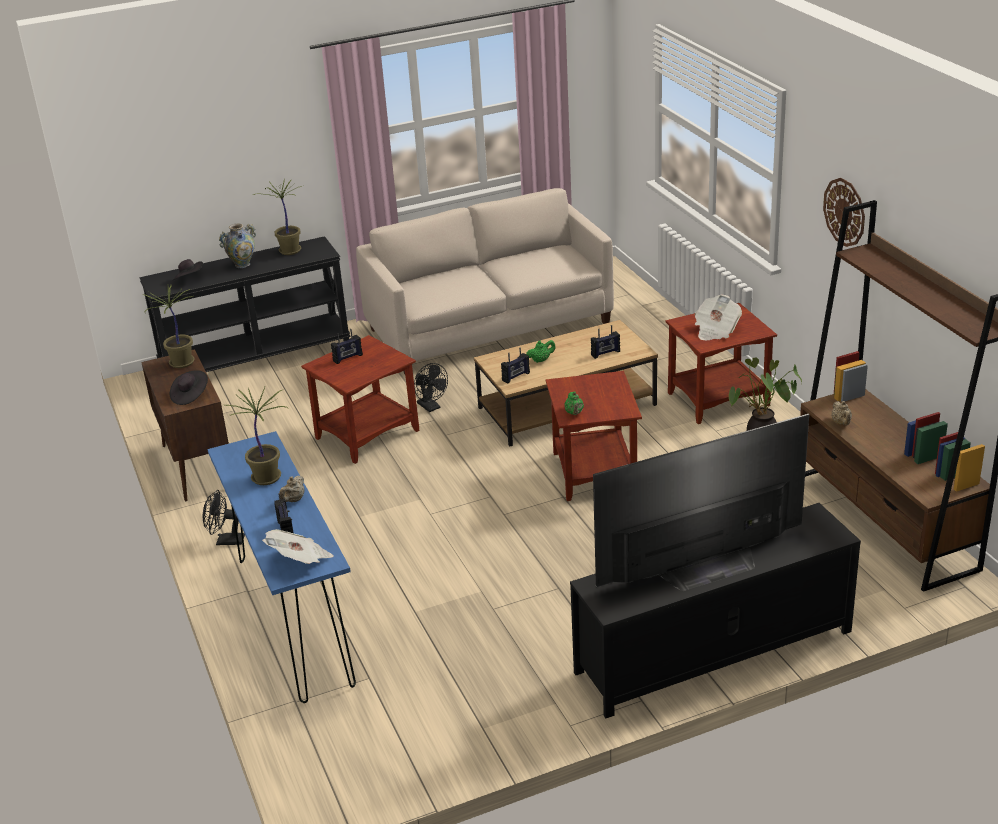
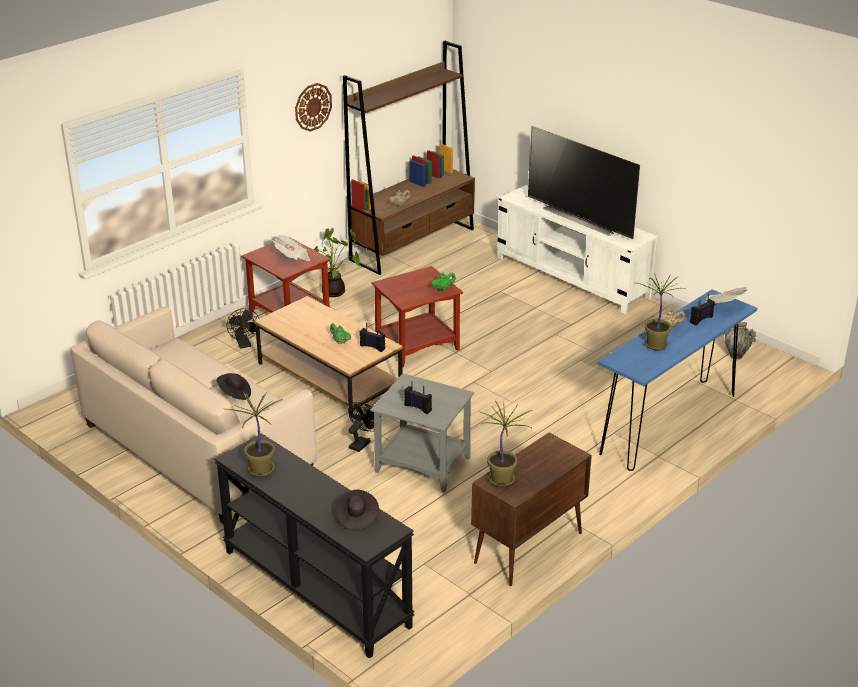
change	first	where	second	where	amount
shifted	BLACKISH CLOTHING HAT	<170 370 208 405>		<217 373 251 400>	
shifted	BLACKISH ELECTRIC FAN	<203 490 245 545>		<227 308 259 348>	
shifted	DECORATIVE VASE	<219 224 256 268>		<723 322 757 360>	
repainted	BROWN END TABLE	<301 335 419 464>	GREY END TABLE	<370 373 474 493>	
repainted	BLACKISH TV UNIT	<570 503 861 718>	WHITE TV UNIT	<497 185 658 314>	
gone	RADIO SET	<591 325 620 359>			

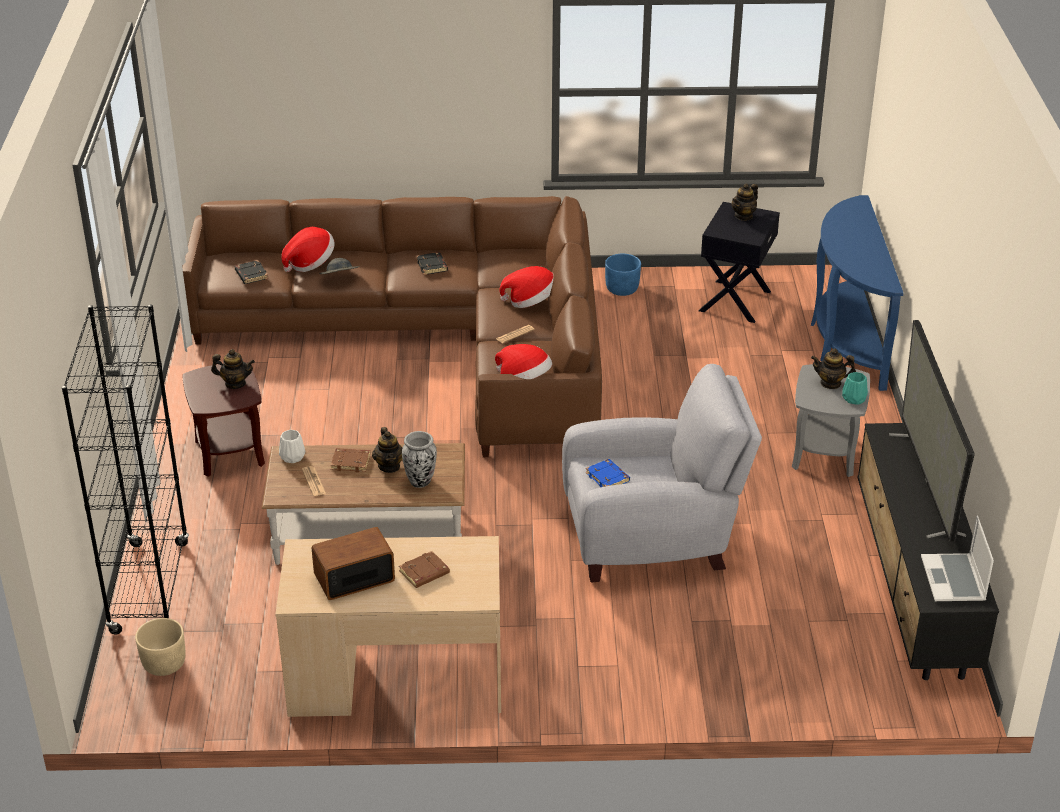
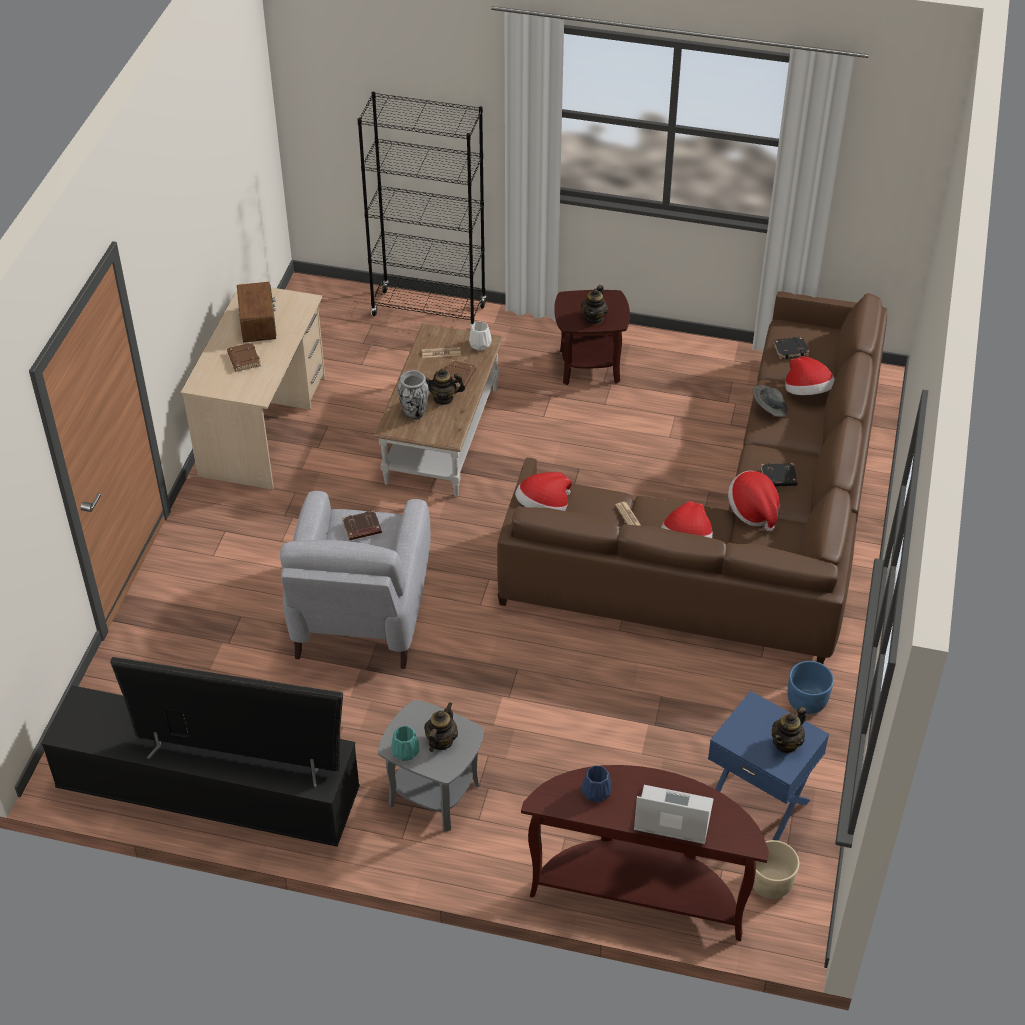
change	first	where	second	where	amount
shifted	SAND-COLOURED PLANT POT	<135 618 185 676>		<753 840 799 899>	
repainted	BLUISH VOLUME	<586 459 630 487>	BROWN VOLUME	<342 511 382 541>	
repainted	BLACKISH END TABLE	<699 202 780 323>	BLUISH END TABLE	<708 691 829 841>	
rotated	POT FOR TEA	<732 183 758 221>		<772 707 807 754>	105 degrees counterclockwise
repainted	BLUISH CONSOLE TABLE	<811 195 903 391>	BROWN CONSOLE TABLE	<521 765 769 941>	
shifted	NOTEBOOK COMPUTER	<921 516 994 601>		<634 785 714 844>	
new			BLUISH DECORATIVE VASE	<582 765 612 803>	
new			CLOTHING HAT	<728 471 780 532>	

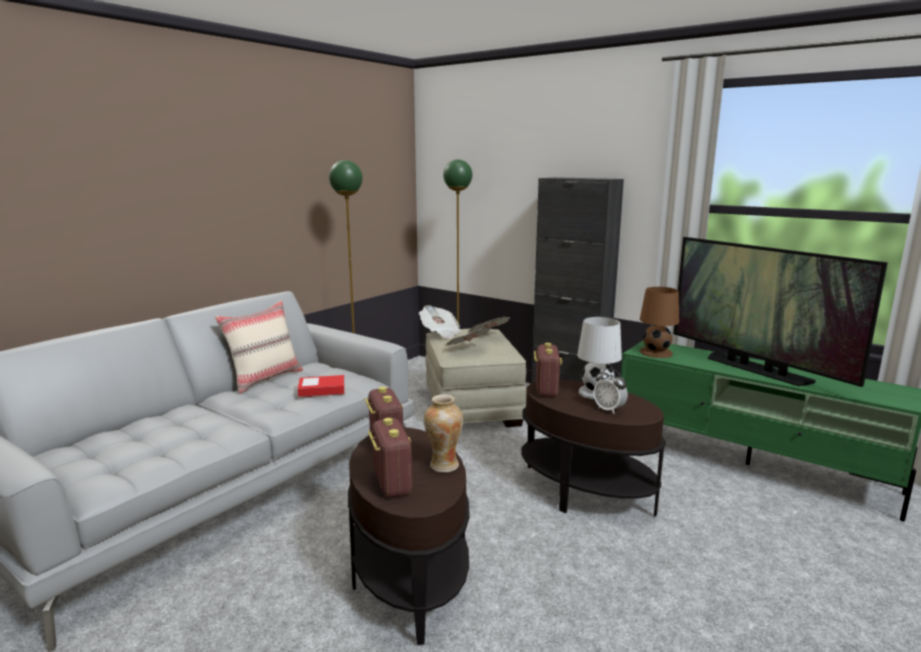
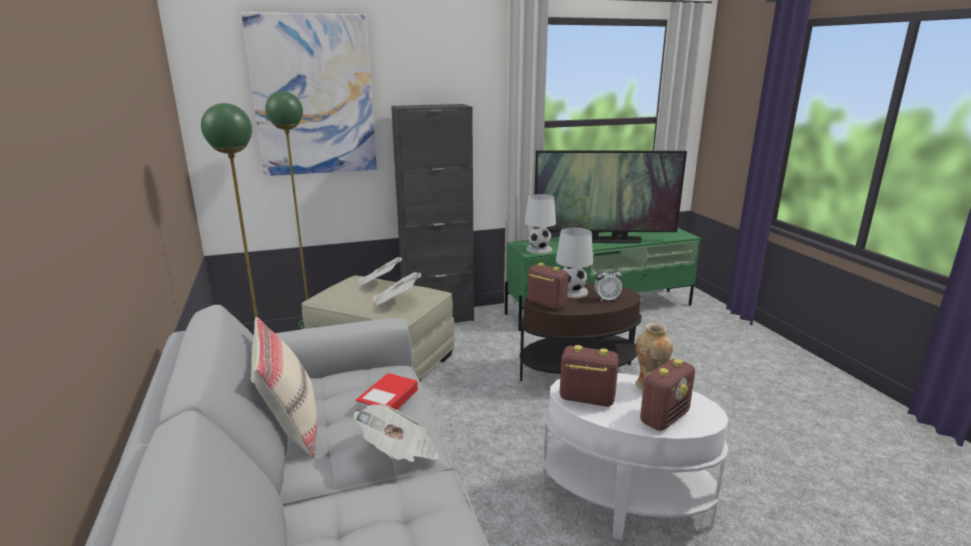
change	first	where	second	where	amount
repainted	BROWN END TABLE	<348 427 470 645>	WHITE END TABLE	<542 373 729 541>	
rotated	RADIO SET	<368 418 412 497>		<640 359 695 431>	120 degrees clockwise
shifted	NEWSPAPER	<419 305 462 339>		<354 404 440 462>	
repainted	BROWN TABLE LAMP	<640 287 679 358>	WHITE TABLE LAMP	<525 194 556 254>	
new			PICTURE	<241 12 377 176>	

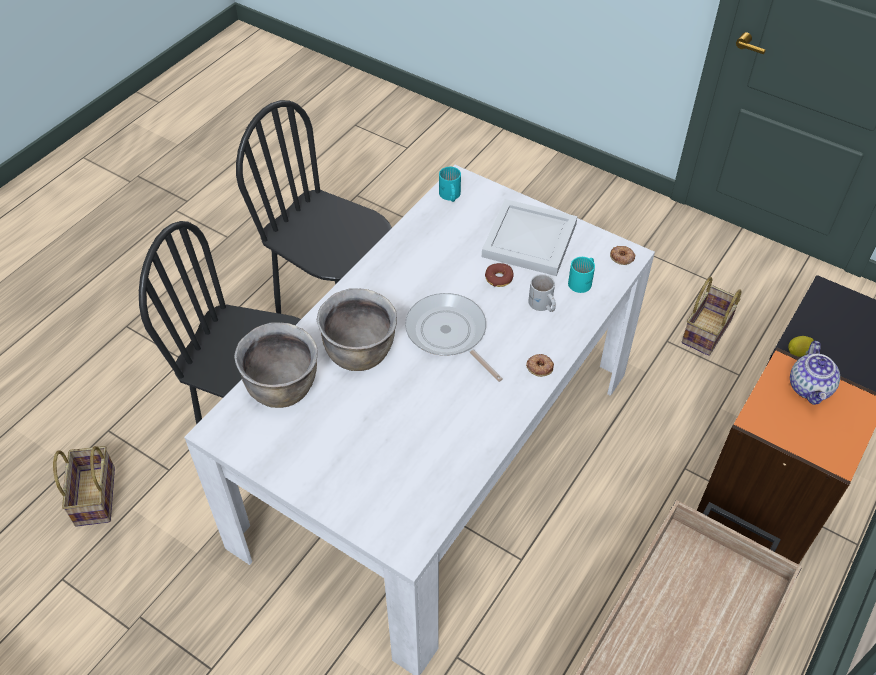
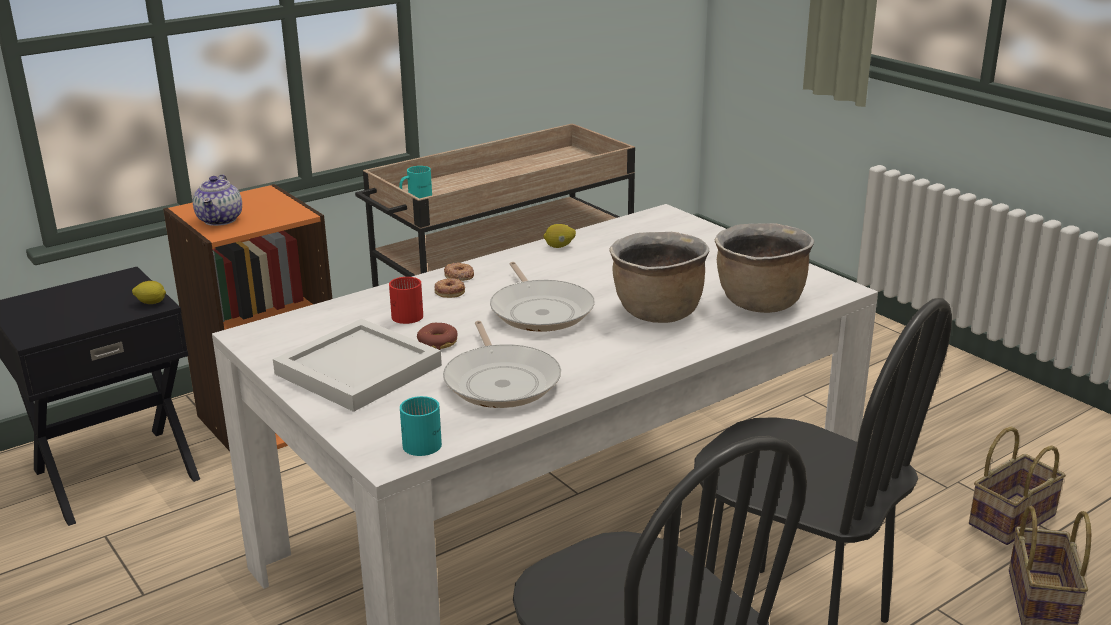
change	first	where	second	where	amount
repainted	WHITE TEA MUG	<528 274 556 312>	RED TEA MUG	<389 277 423 324>	
shifted	TURQUOISE TEA MUG	<568 257 595 293>		<399 166 432 198>	
shifted	RING DOUGHNUT	<610 246 635 265>		<434 278 465 298>	
shifted	BASKET	<681 277 742 356>		<969 427 1066 545>	
rotated	POT FOR TEA	<790 341 840 405>		<193 174 242 226>	150 degrees clockwise
new			PAN	<443 321 561 408>	
new			LEMON	<543 224 576 248>	

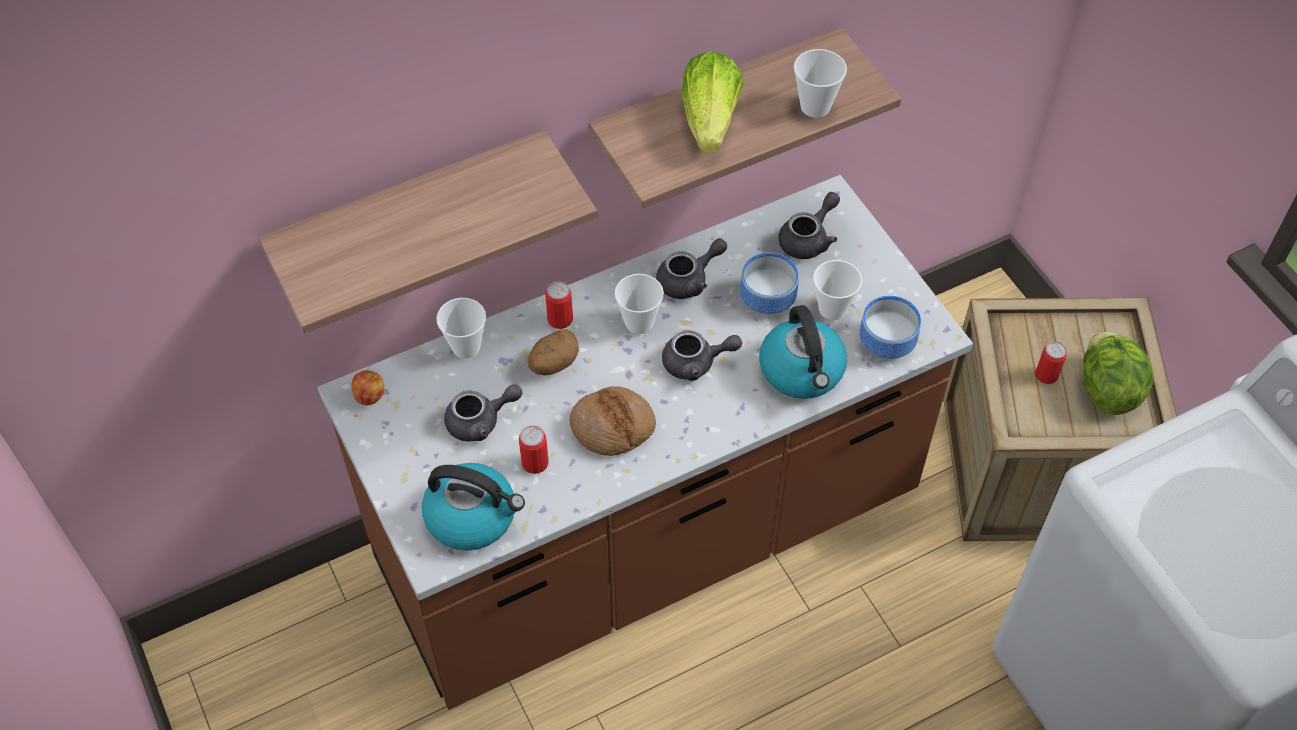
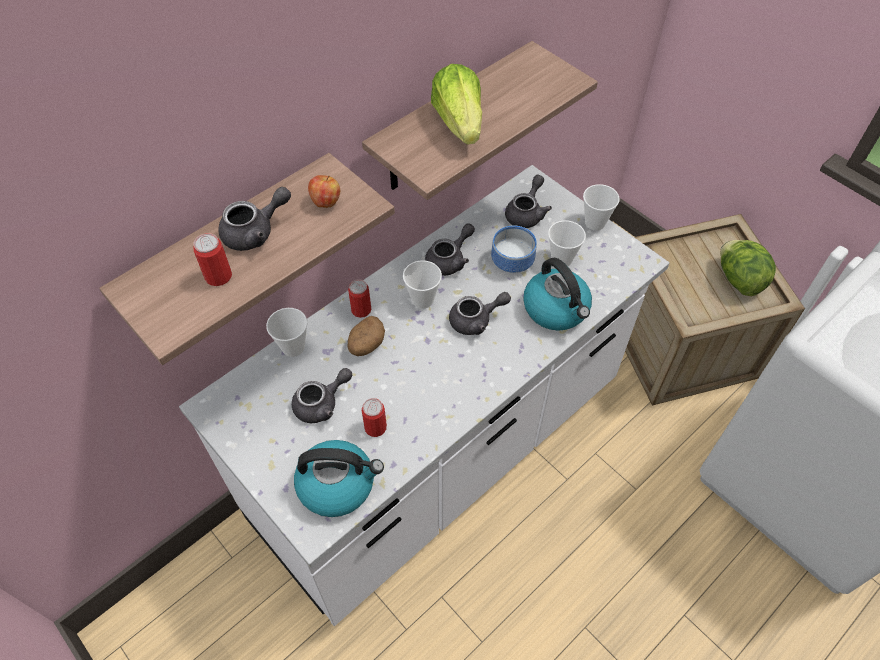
change	first	where	second	where	amount
repainted	BROWN KITCHEN COUNTER	<318 175 973 710>	WHITE KITCHEN COUNTER	<179 165 669 626>	
shifted	APPLE	<352 370 385 406>		<308 175 340 208>	
gone	BREAD	<570 386 656 456>			
shifted	DRINKING CUP	<794 49 847 118>		<583 184 620 230>	
gone	BOWL	<859 296 921 359>			
shifted	CAN	<1035 341 1067 384>		<193 233 232 286>	
new			GREY POT FOR TEA	<218 187 291 251>	

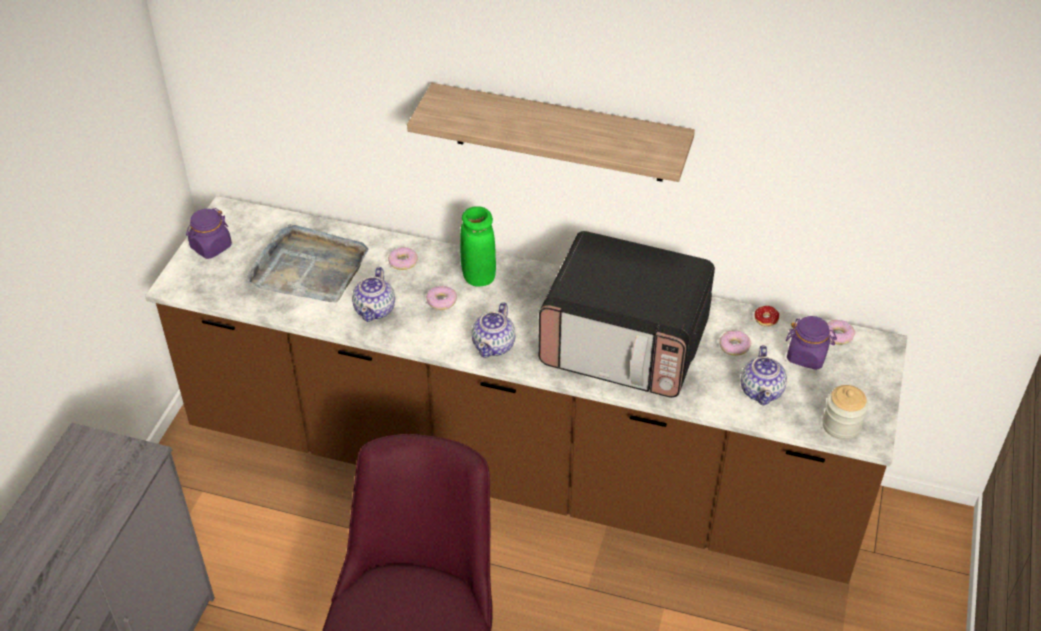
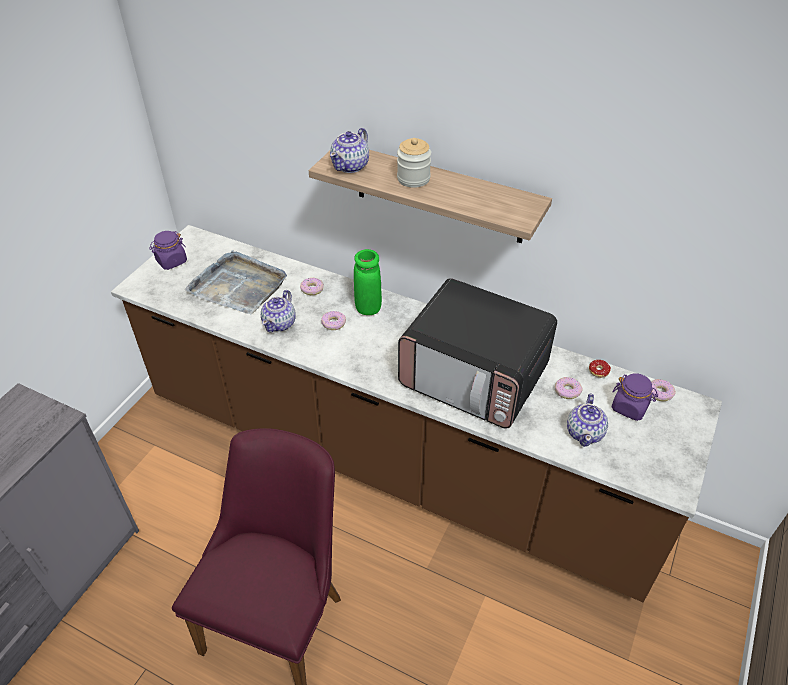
change	first	where	second	where	amount
shifted	POT FOR TEA	<472 302 516 358>		<330 128 369 173>	
shifted	JAR	<822 385 868 440>		<397 138 431 188>	

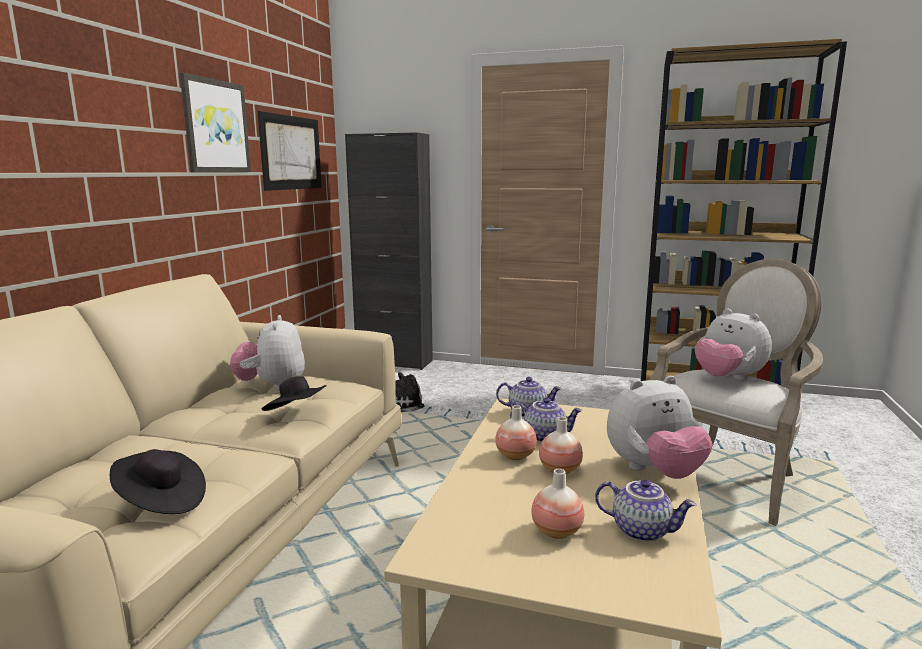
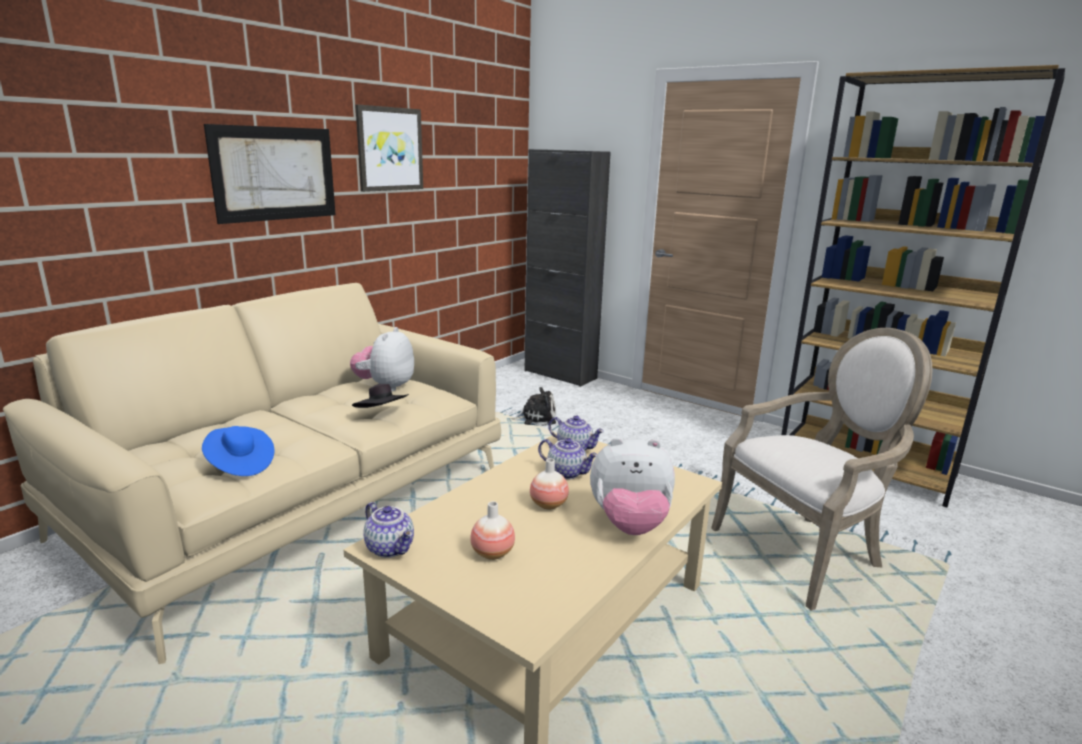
change	first	where	second	where	amount
repainted	BLACKISH CLOTHING HAT	<110 449 206 514>	BLUISH CLOTHING HAT	<202 426 274 476>	
shifted	PICTURE	<258 111 322 191>		<204 124 336 224>	
gone	DECORATIVE VASE	<495 405 537 460>			
shifted	POT FOR TEA	<595 479 696 542>		<363 502 414 558>	
gone	SOFT TOY	<695 309 772 380>			

